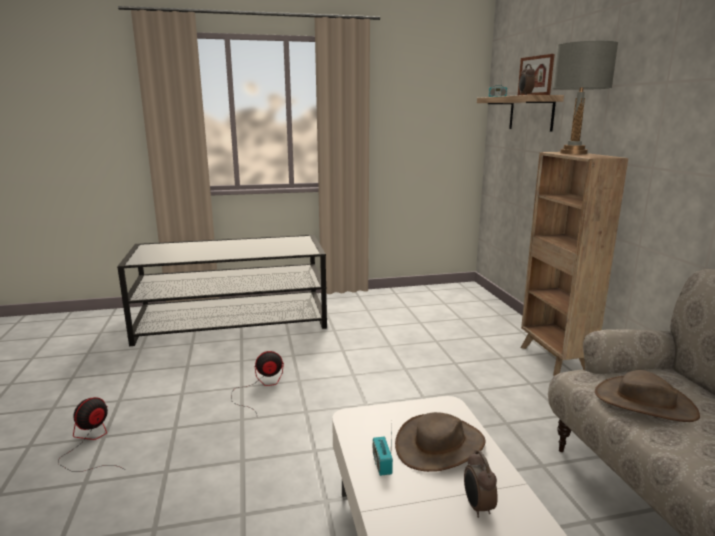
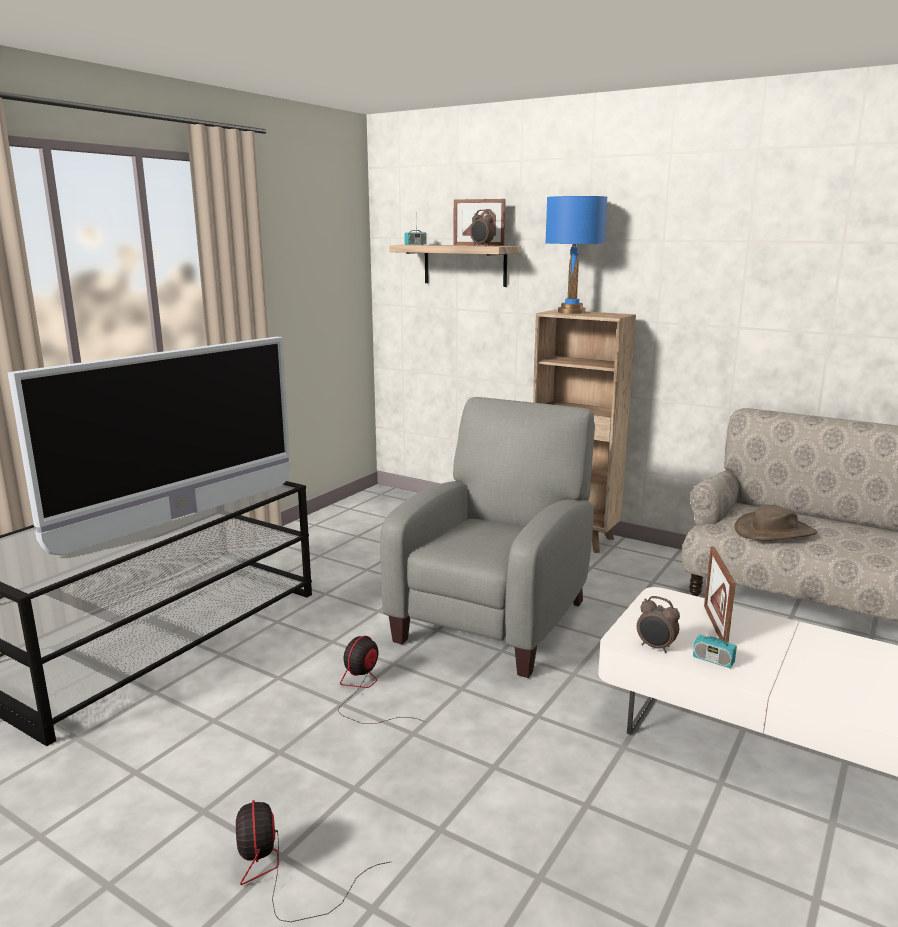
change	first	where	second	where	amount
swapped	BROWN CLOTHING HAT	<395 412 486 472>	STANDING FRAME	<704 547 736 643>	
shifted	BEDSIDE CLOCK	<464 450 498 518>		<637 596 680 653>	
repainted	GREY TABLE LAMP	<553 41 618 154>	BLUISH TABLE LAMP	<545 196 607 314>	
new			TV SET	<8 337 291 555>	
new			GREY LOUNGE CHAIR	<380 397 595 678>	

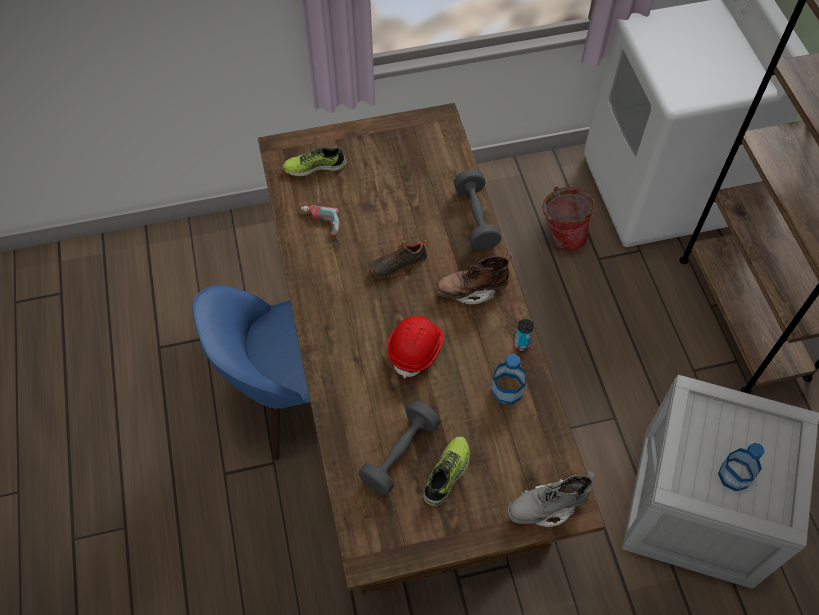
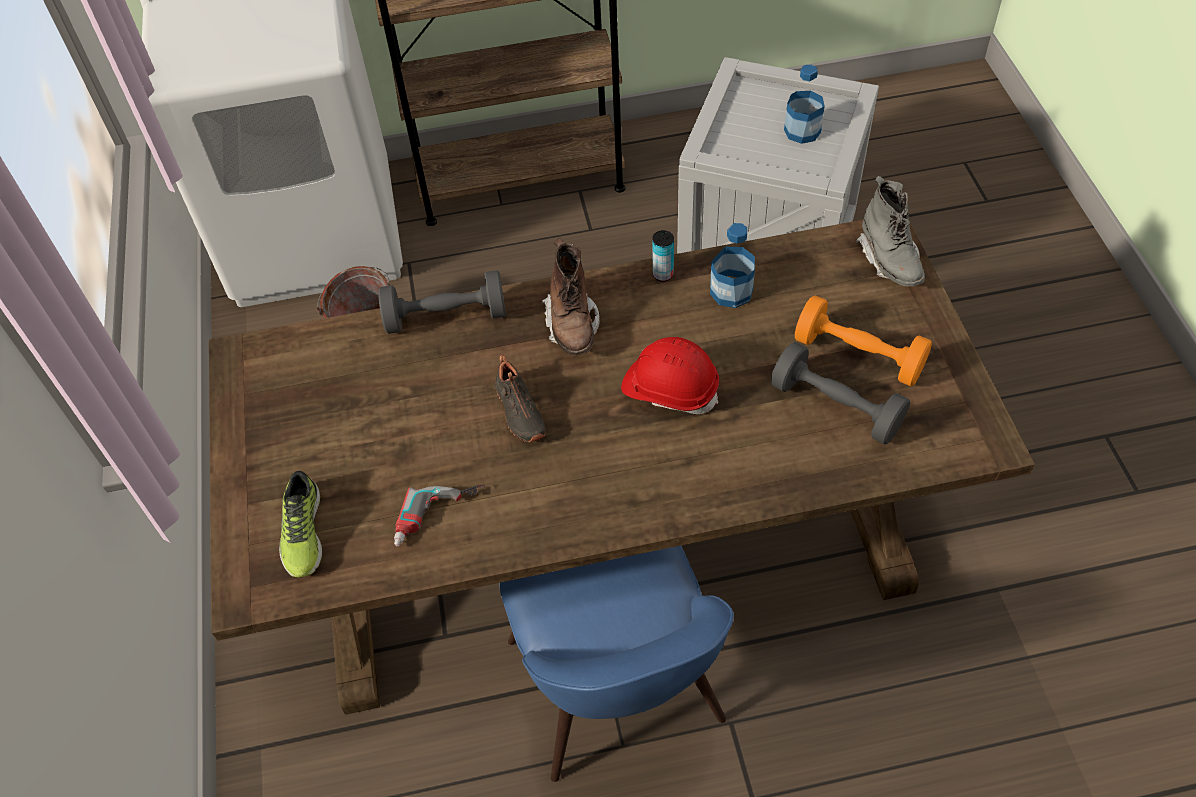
change	first	where	second	where	amount
swapped	ITEM OF FOOTWEAR	<423 436 470 506>	ORANGE FREE WEIGHT	<795 296 932 386>	

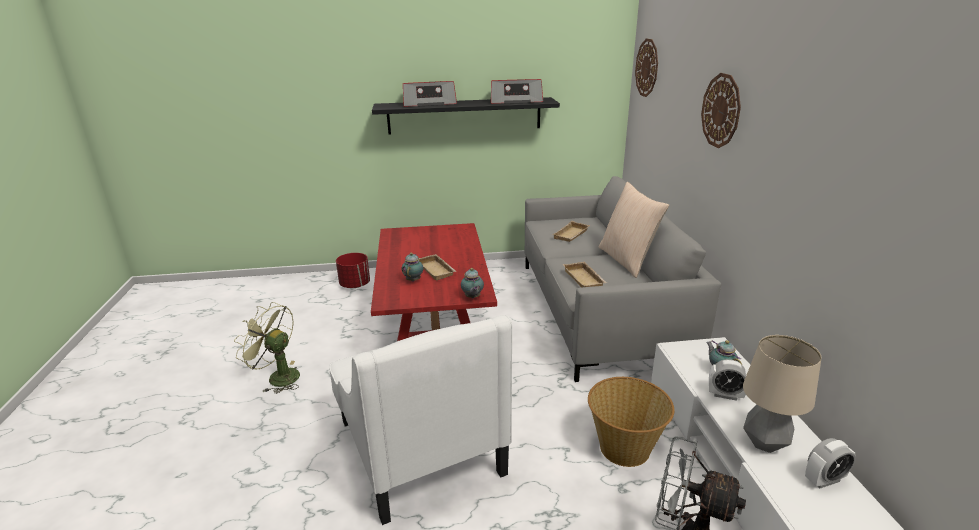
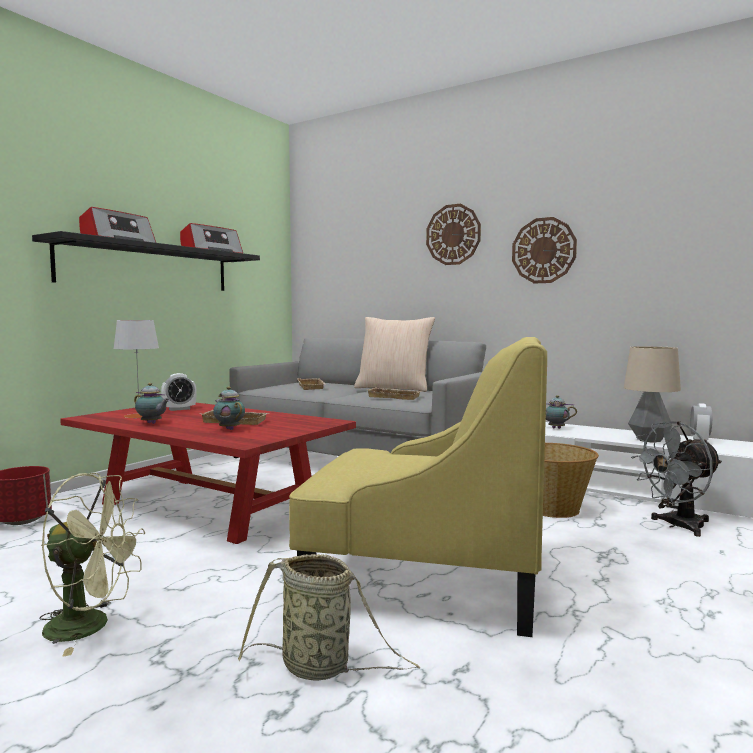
change	first	where	second	where	amount
rotated	GREEN-COLOURED ELECTRIC FAN	<234 302 300 394>		<40 473 145 657>	150 degrees counterclockwise
repainted	WHITE LOUNGE CHAIR	<329 315 512 525>	YELLOW LOUNGE CHAIR	<289 337 547 637>	
shifted	POT FOR TEA	<461 268 484 298>		<134 383 170 424>	
shifted	HANGING CLOCK	<635 38 658 97>		<512 217 577 283>	
shifted	BEDSIDE CLOCK	<709 359 748 401>		<161 373 197 411>	
new			GREY TABLE LAMP	<113 320 159 418>	
new			BASKET	<238 554 420 680>	

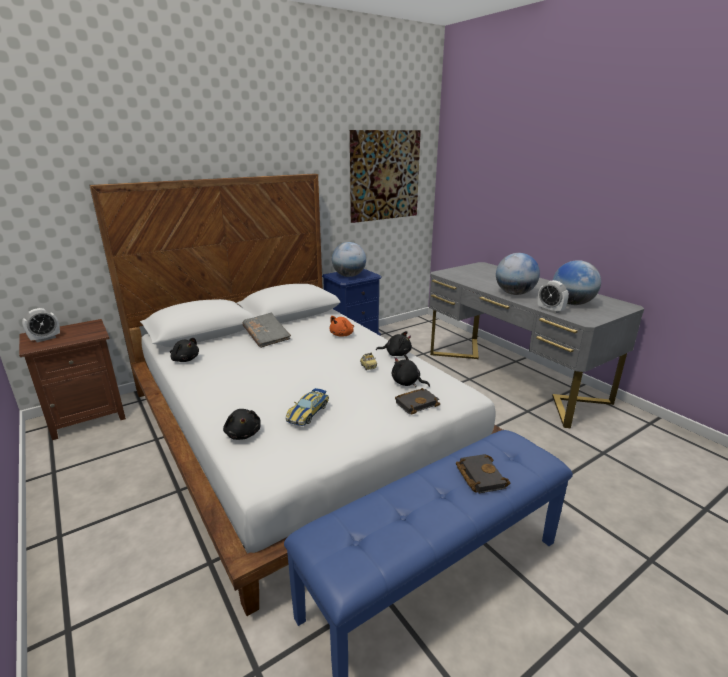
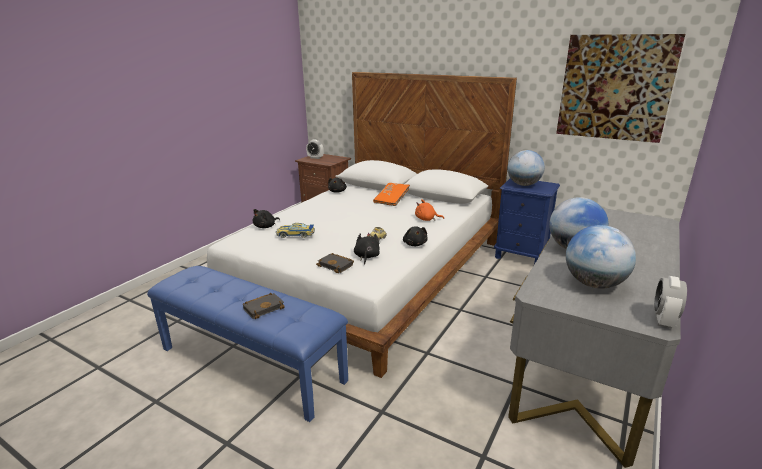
change	first	where	second	where	amount
repainted	GREY VOLUME	<243 312 291 348>	ORANGE VOLUME	<373 183 410 206>	
shifted	BEDSIDE CLOCK	<538 280 569 314>		<654 276 687 329>	

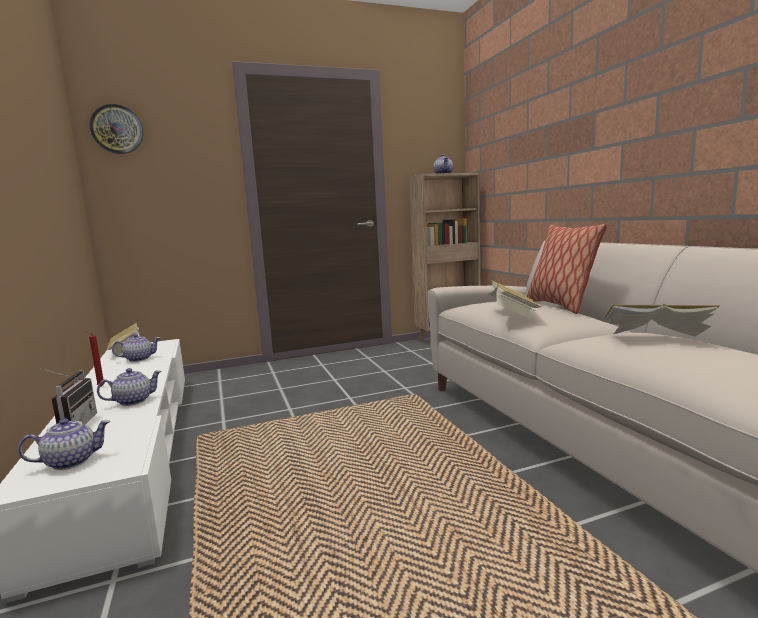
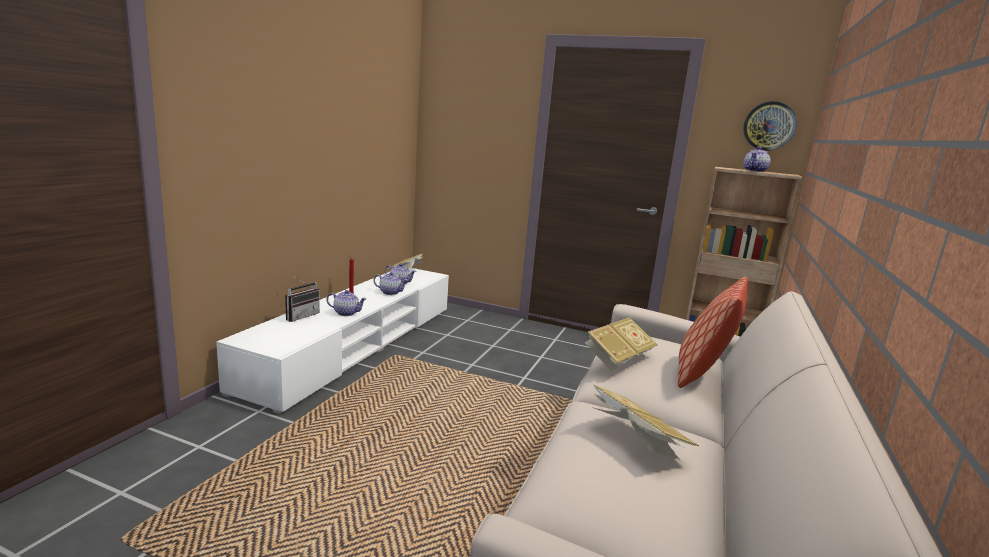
change	first	where	second	where	amount
shifted	POT FOR TEA	<18 418 110 470>		<373 272 408 295>	
shifted	HANGING CLOCK	<89 104 143 154>		<743 101 797 151>	

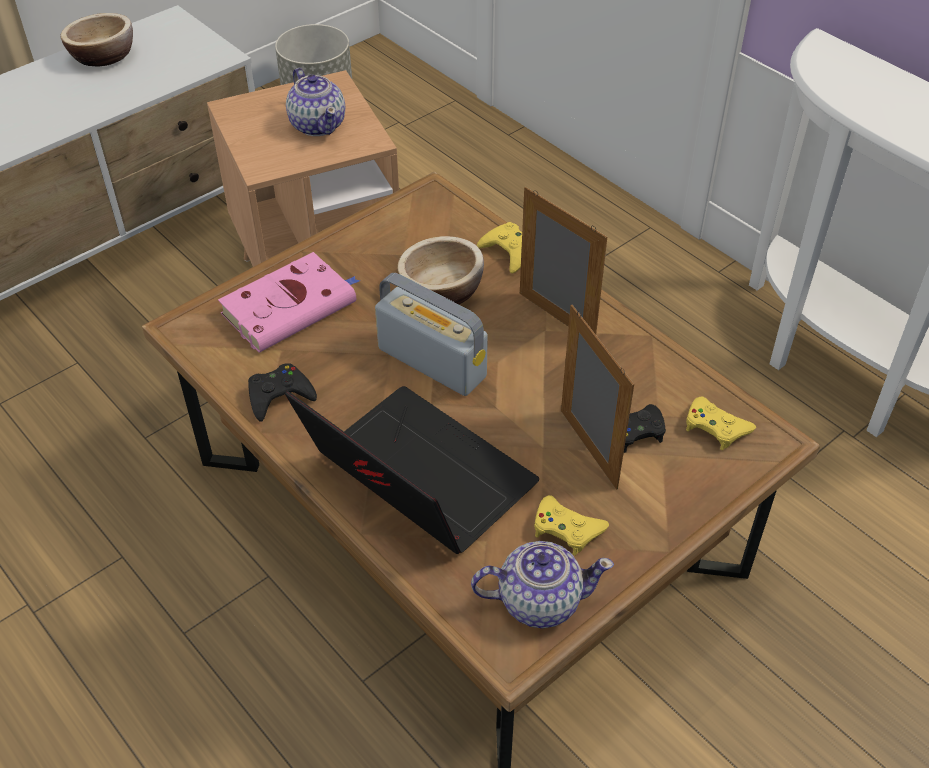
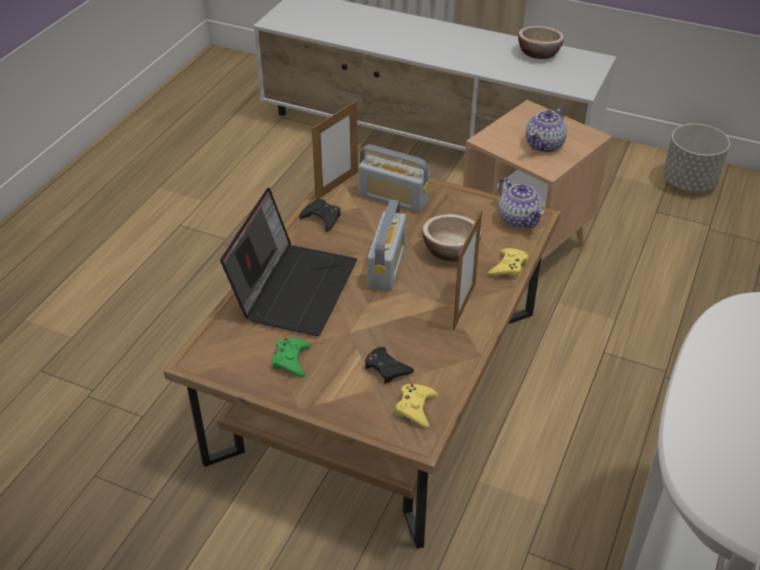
change	first	where	second	where	amount
swapped	PINK VOLUME	<218 252 360 353>	RADIO SET	<358 145 430 213>	
shifted	POT FOR TEA	<471 541 614 628>		<499 178 545 228>	
repainted	YELLOW GAME CONTROLLER	<534 495 609 556>	GREEN-COLOURED GAME CONTROLLER	<272 338 311 377>	
shifted	STANDING FRAME	<561 305 634 490>		<312 101 358 200>	

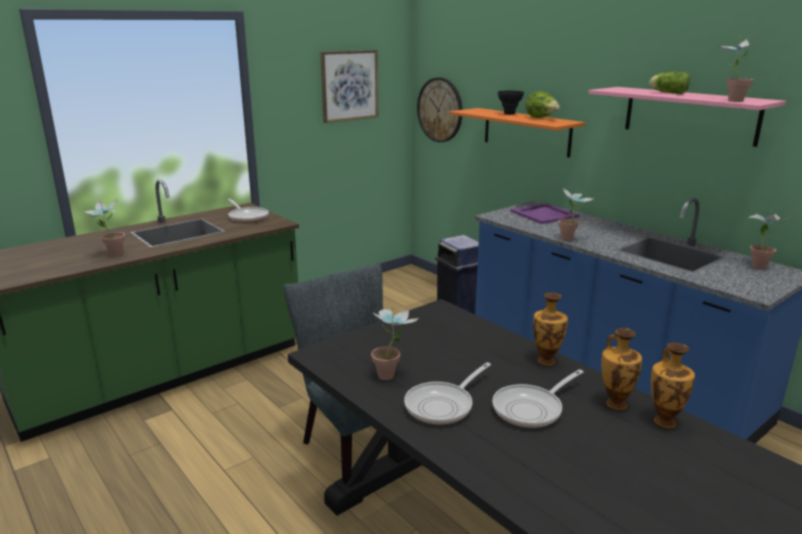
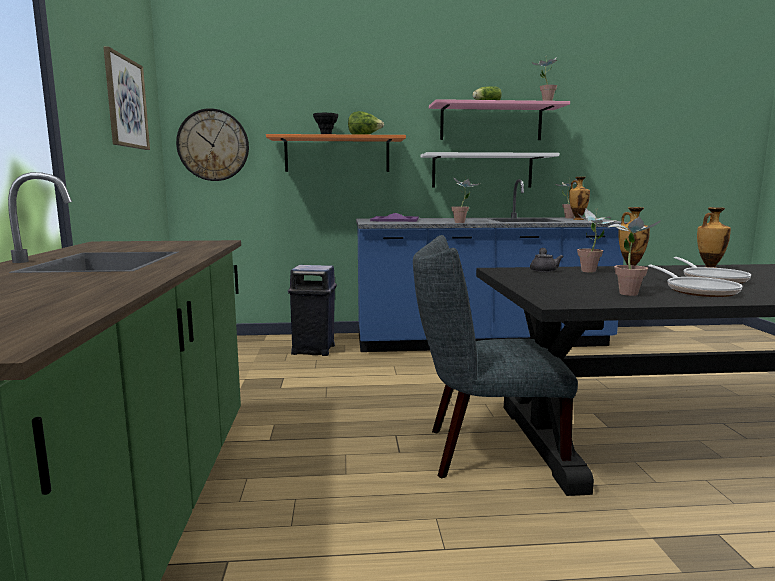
change	first	where	second	where	amount
shifted	PLANT IN A POT	<82 199 125 256>		<577 208 618 273>	
gone	PAN	<228 199 269 223>			
shifted	DECORATIVE VASE	<651 343 695 428>		<569 177 590 220>	
new			WHITE SHELF	<421 152 559 187>	
new			GREY POT FOR TEA	<530 248 563 272>	

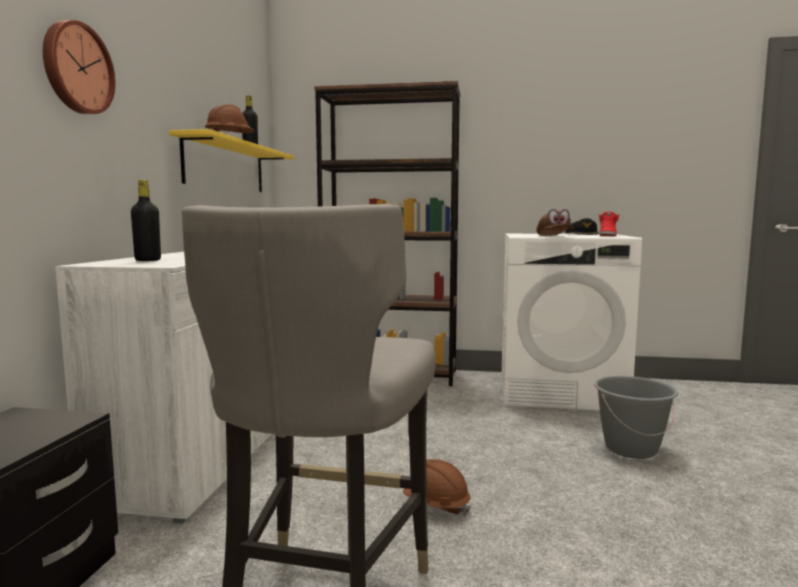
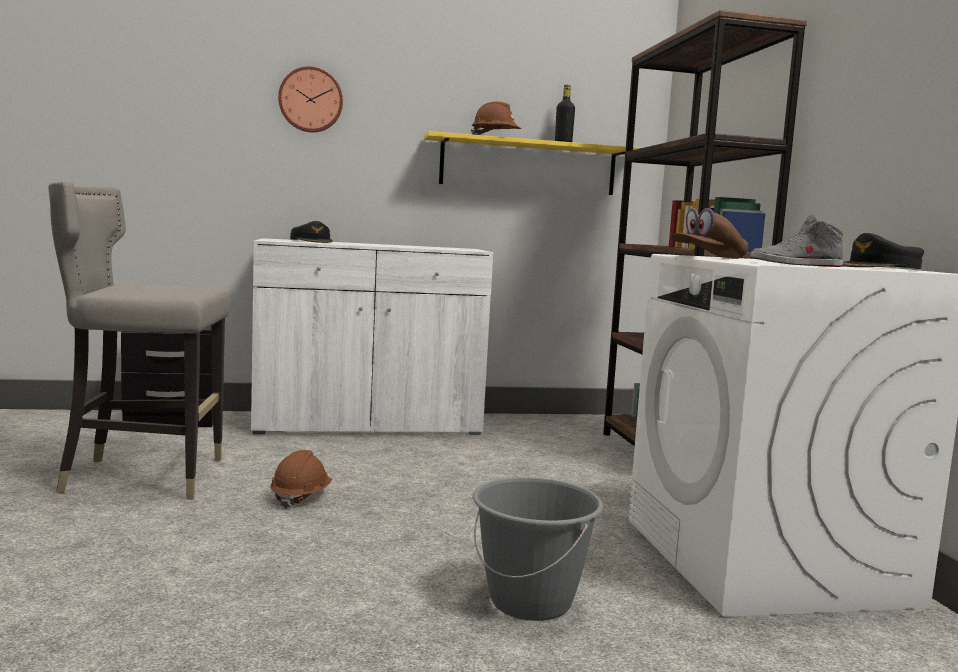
change	first	where	second	where	amount
swapped	BLACKISH DRINK BOTTLE	<131 180 161 261>	BLACKISH BASEBALL CAP	<290 221 333 243>	
repainted	RED ITEM OF FOOTWEAR	<599 212 619 236>	GREY ITEM OF FOOTWEAR	<750 215 843 267>	

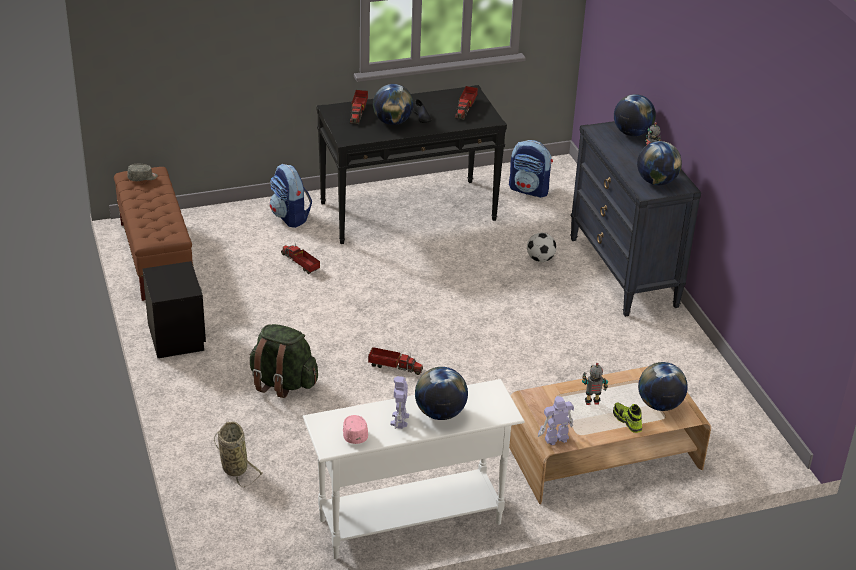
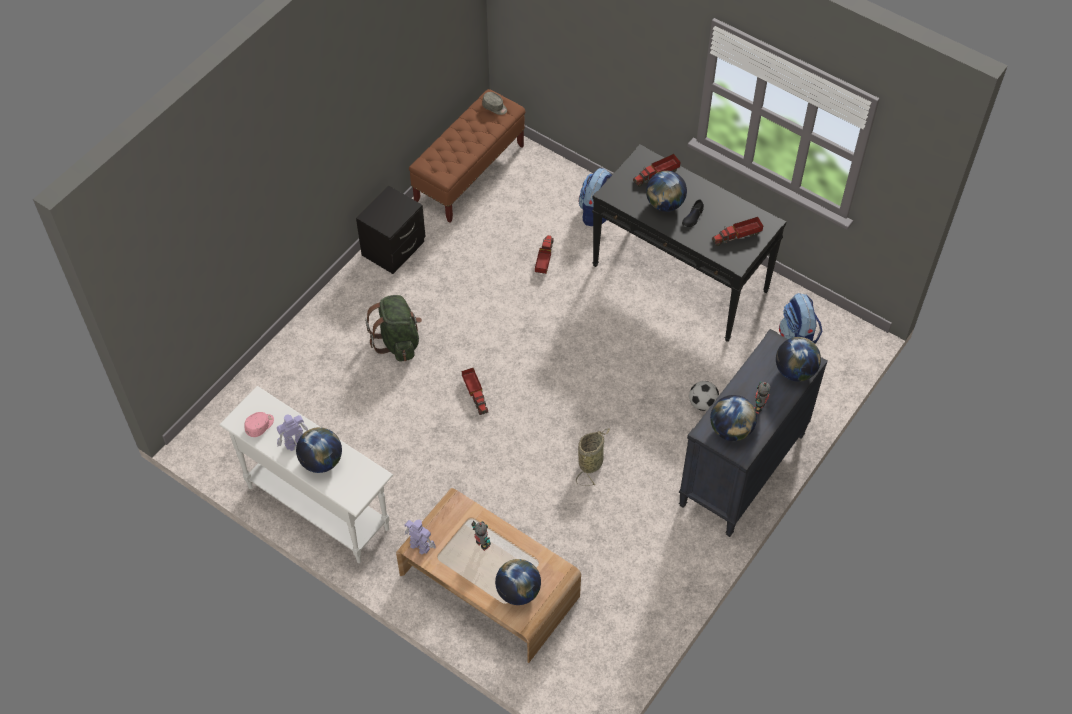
change	first	where	second	where	amount
shifted	BASKET	<214 422 263 487>		<576 428 610 486>	
gone	ITEM OF FOOTWEAR	<613 402 642 433>			

